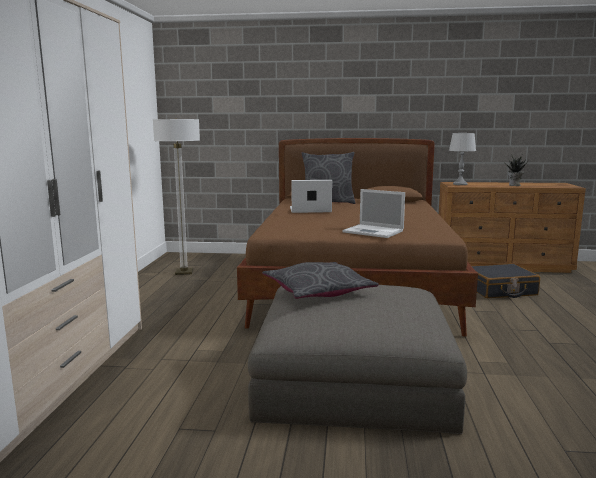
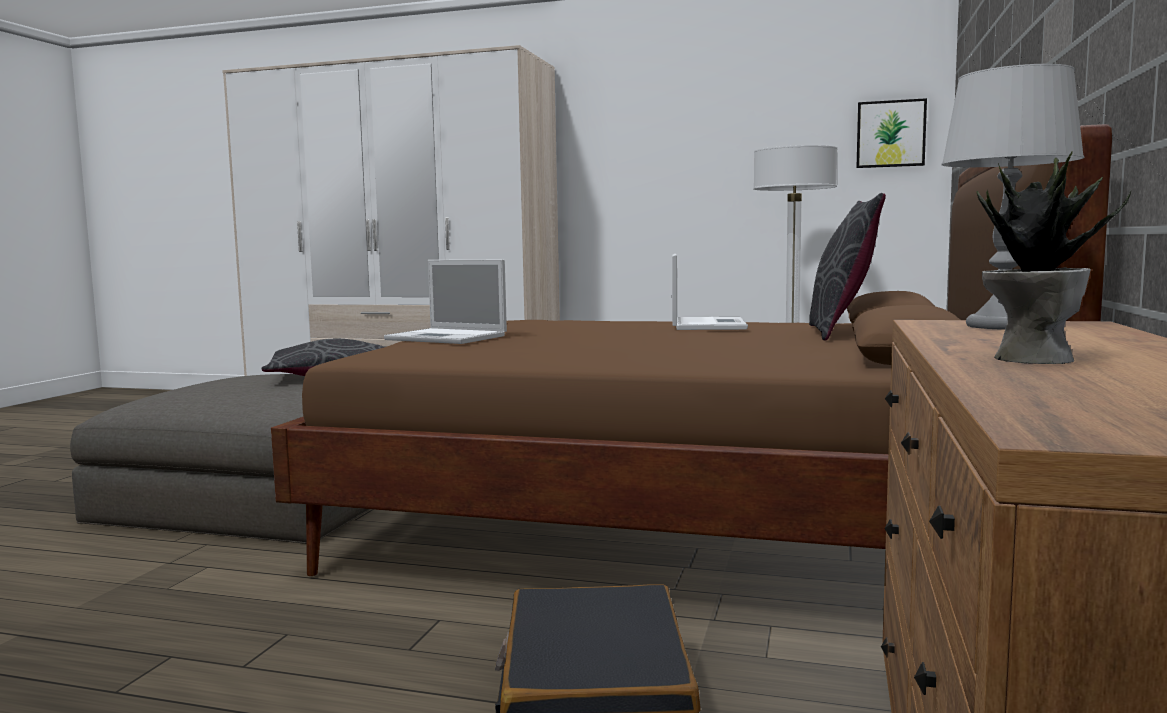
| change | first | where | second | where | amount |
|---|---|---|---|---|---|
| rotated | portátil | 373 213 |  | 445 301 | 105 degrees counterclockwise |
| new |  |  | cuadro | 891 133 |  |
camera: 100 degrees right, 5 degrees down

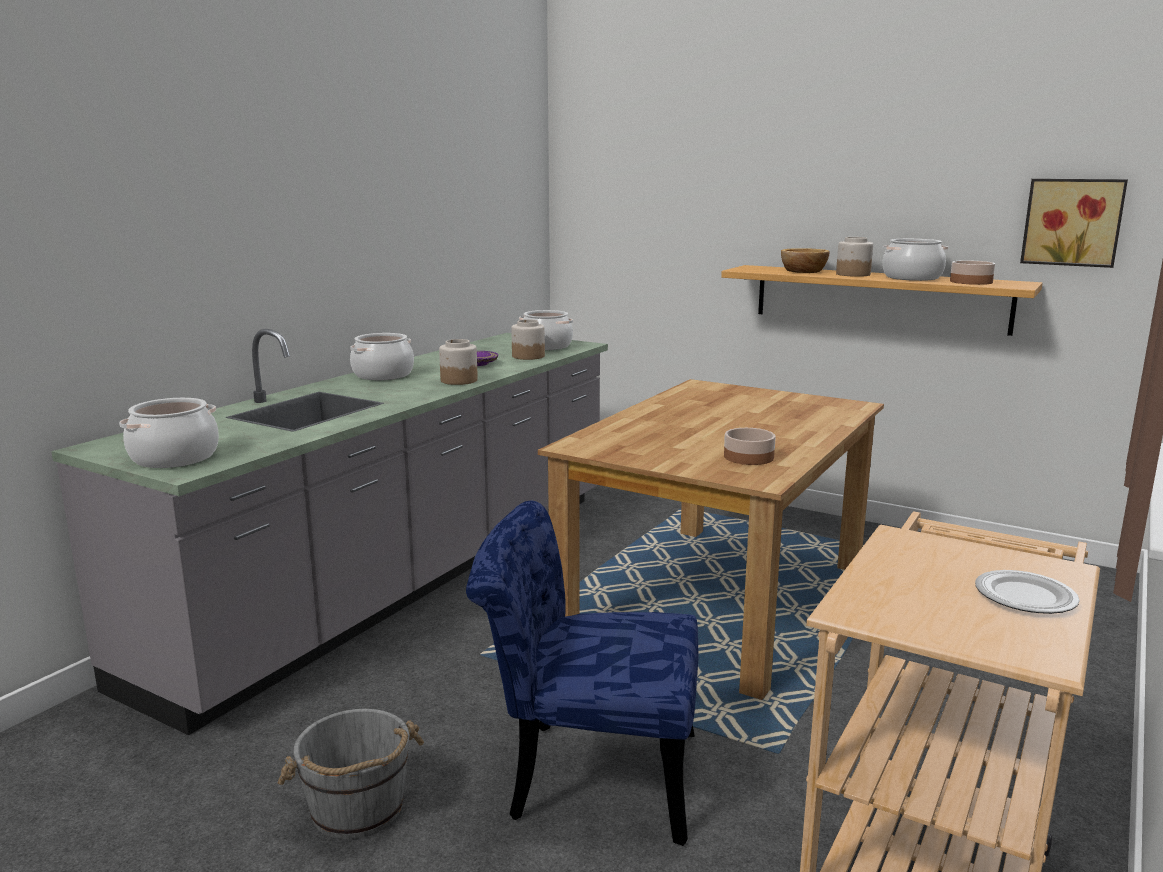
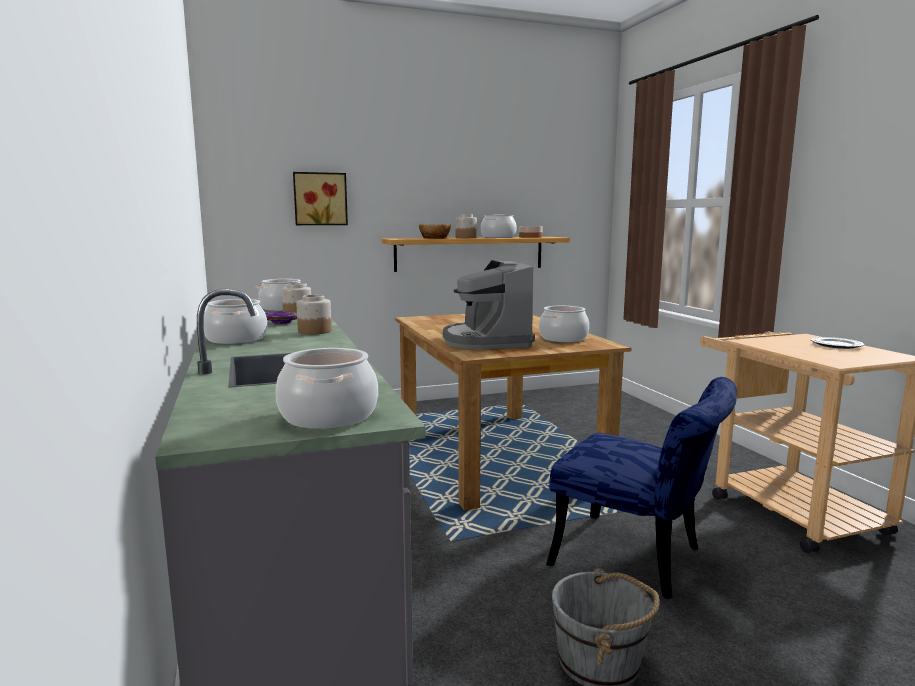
| change | first | where | second | where | amount |
|---|---|---|---|---|---|
| shifted | cuadro | 1074 223 |  | 320 198 |  |
| new |  |  | cafetera | 489 304 |  |
| swapped | cuenco | 750 446 | olla | 564 324 |  |
| rotated | silla [azul] | 582 673 |  | 641 488 | 105 degrees counterclockwise |
camera: 50 degrees left, 5 degrees down

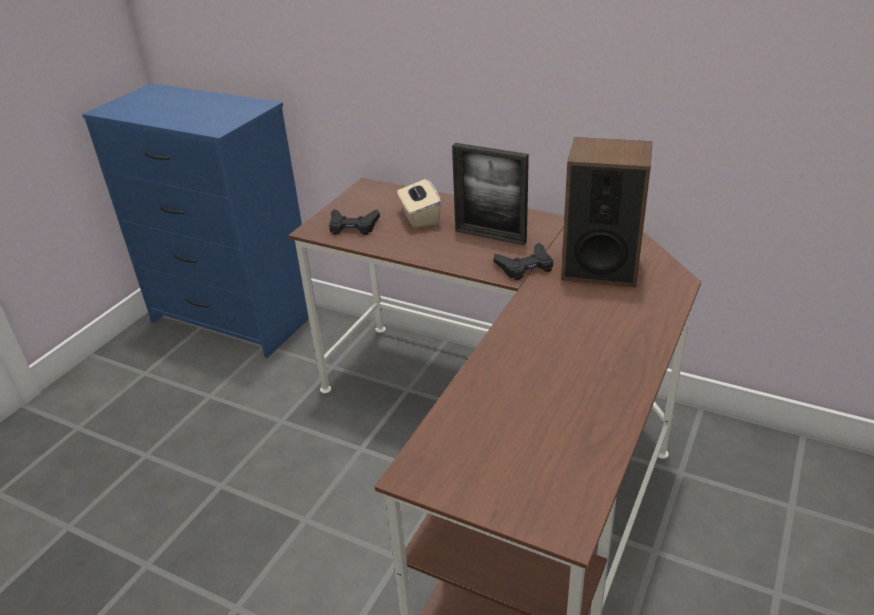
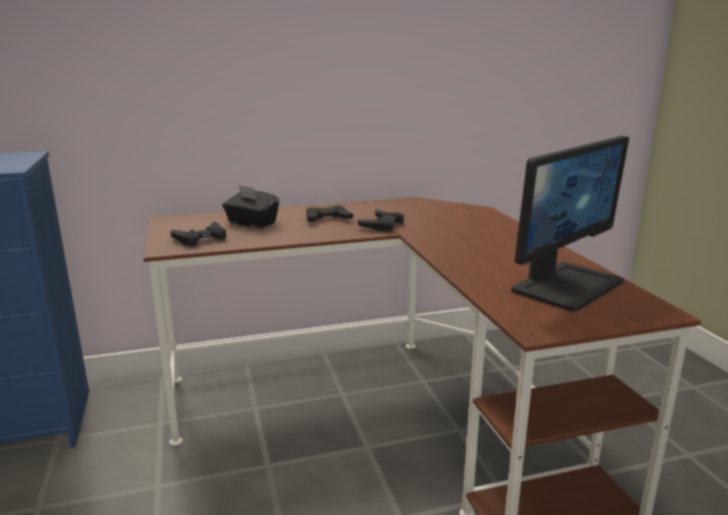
| change | first | where | second | where | amount |
|---|---|---|---|---|---|
| repainted | caja de pañuelos [beis] | 419 203 | caja de pañuelos [negro] | 250 206 |  |
| swapped | portarretratos | 490 194 | mando de consola [negro] | 330 214 |  |
| new |  |  | monitor | 570 224 |  |
| gone | altavoz | 607 212 |  |  |  |
camera: 45 degrees left, 15 degrees down

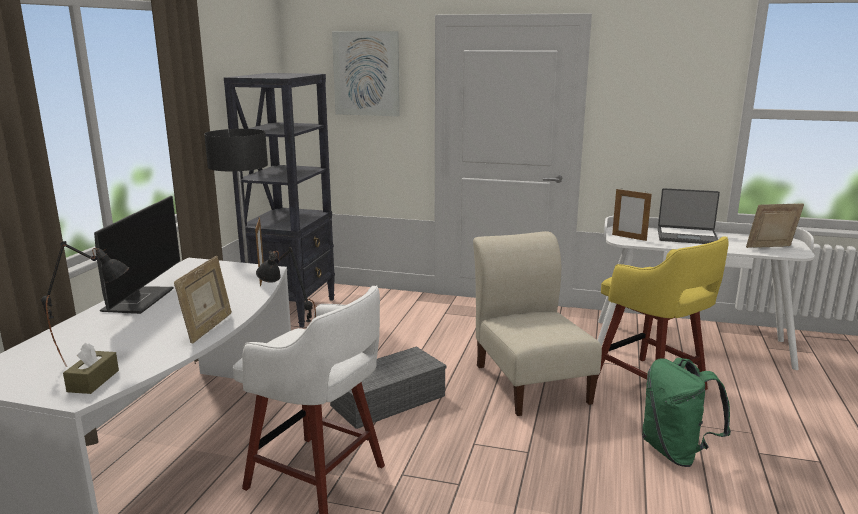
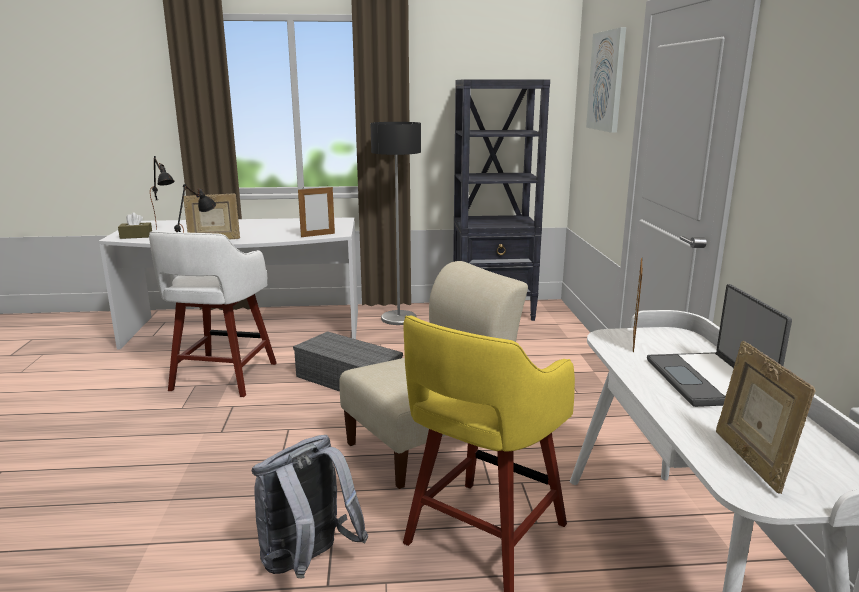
| change | first | where | second | where | amount |
|---|---|---|---|---|---|
| repainted | mochila [verde] | 686 412 | mochila [gris] | 310 506 |  |
| rotated | portarretratos | 775 225 |  | 765 417 | 150 degrees counterclockwise |
| gone | monitor | 137 255 |  |  |  |
camera: 70 degrees right, 0 degrees up

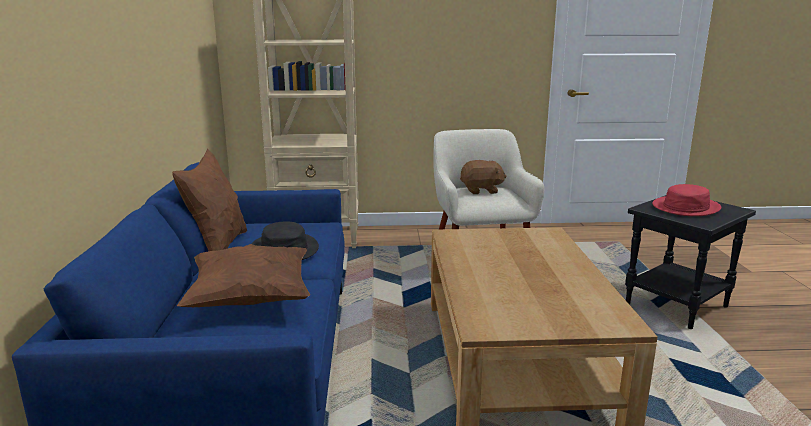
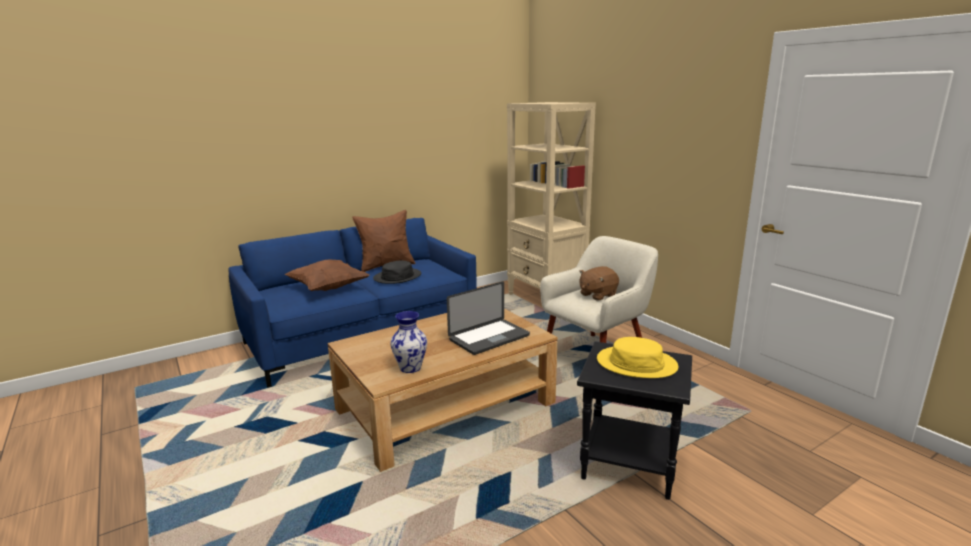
| change | first | where | second | where | amount |
|---|---|---|---|---|---|
| new |  |  | florero | 408 342 |  |
| new |  |  | portátil | 488 318 |  |
| rotated | peluche [marrón] | 483 177 |  | 599 283 | 90 degrees clockwise |
| repainted | sombrero [rojo] | 686 200 | sombrero [amarillo] | 637 357 |  |
camera: 60 degrees right, 0 degrees up

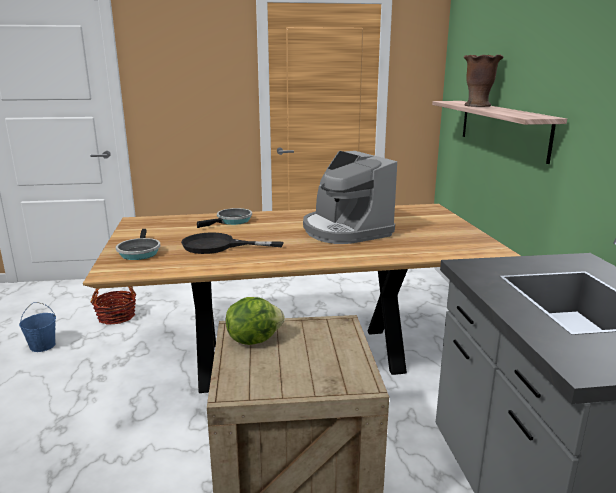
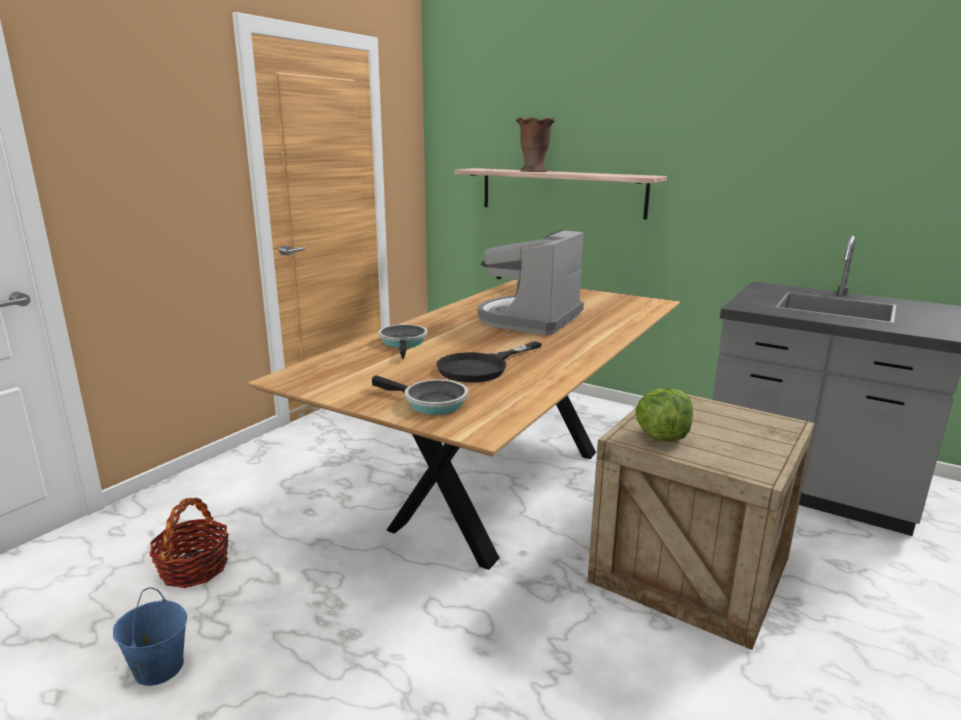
| change | first | where | second | where | amount |
|---|---|---|---|---|---|
| rotated | cafetera | 350 197 |  | 531 282 | 105 degrees clockwise |
camera: 50 degrees left, 0 degrees up

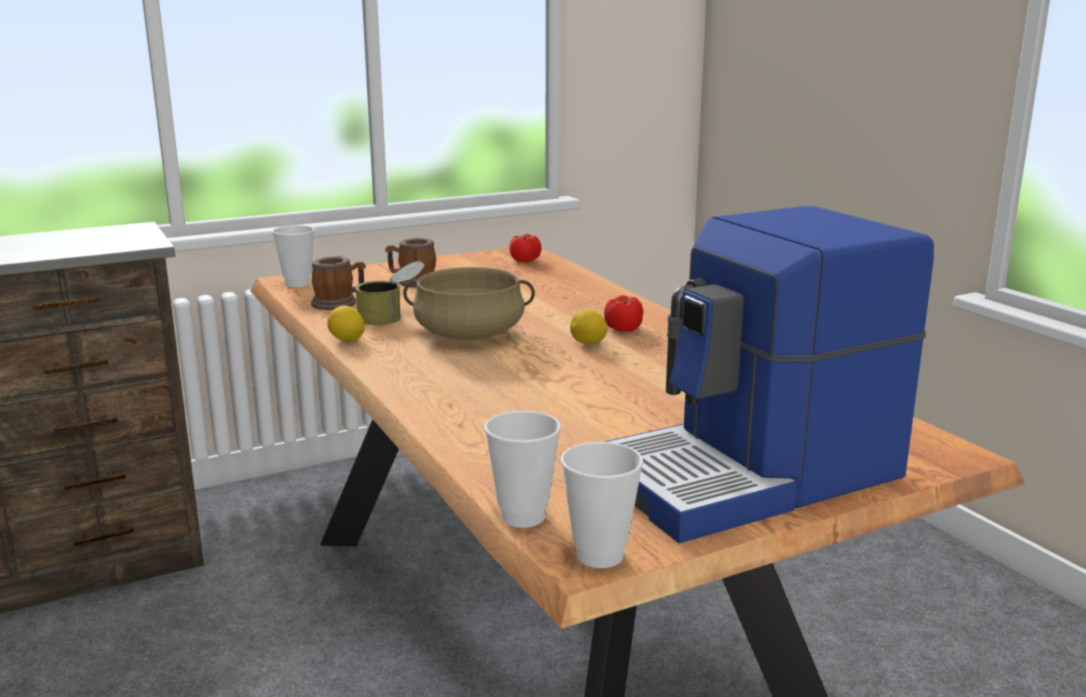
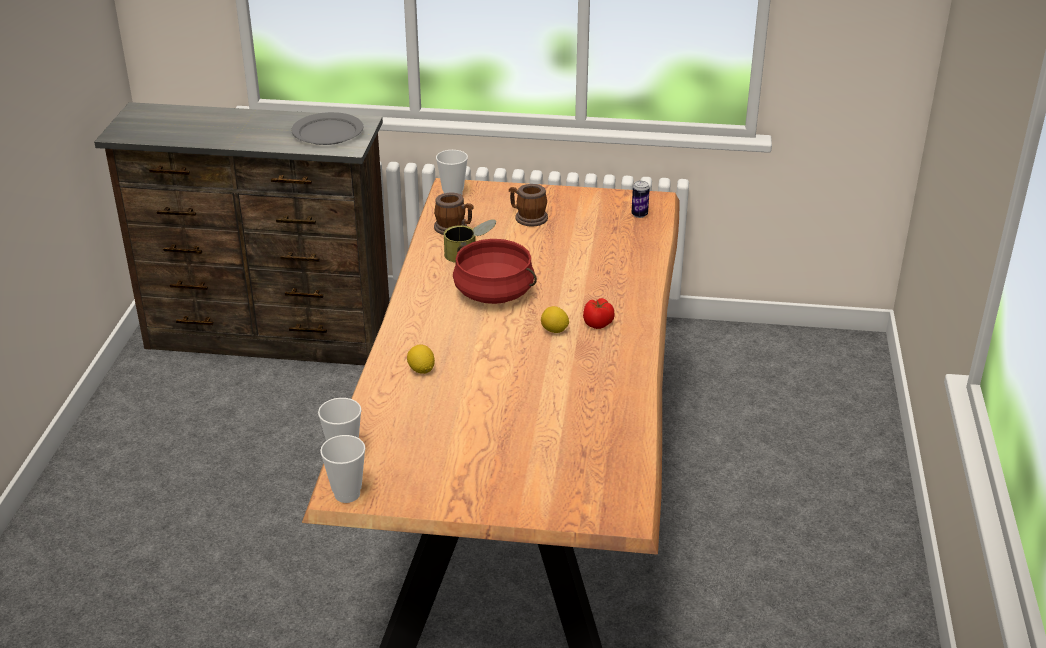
| change | first | where | second | where | amount |
|---|---|---|---|---|---|
| new |  |  | plato [gris] | 327 128 |  |
| shifted | limón | 346 324 |  | 421 359 |  |
| repainted | olla [beis] | 469 303 | olla [rojo] | 495 271 |  |
| swapped | tomate | 525 248 | lata | 641 199 |  |
| gone | cafetera | 769 374 |  |  |  |
camera: 35 degrees right, 15 degrees up

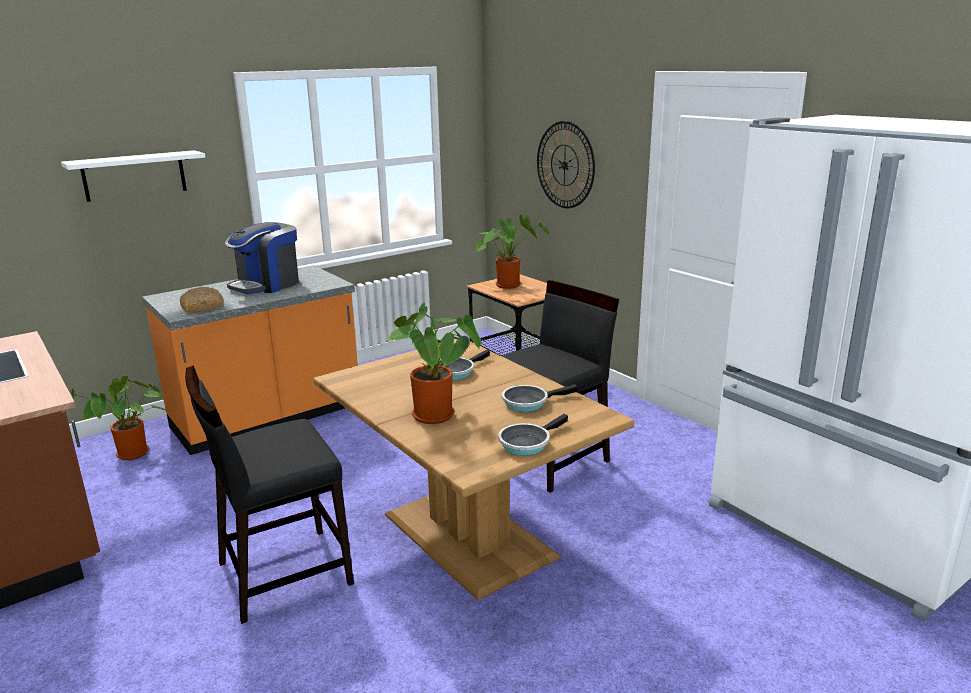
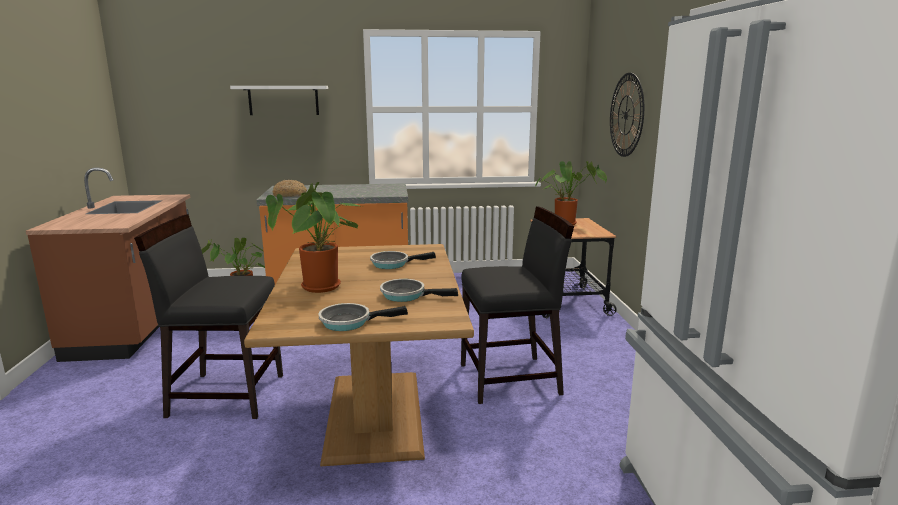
| change | first | where | second | where | amount |
|---|---|---|---|---|---|
| gone | cafetera | 262 258 |  |  |  |
camera: 30 degrees right, 5 degrees down

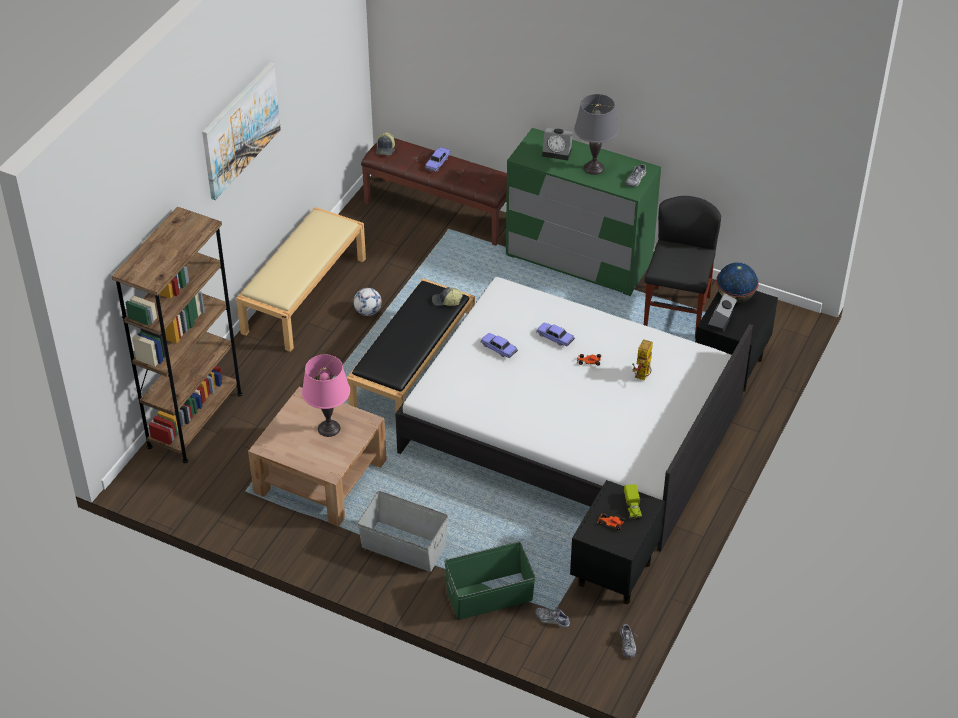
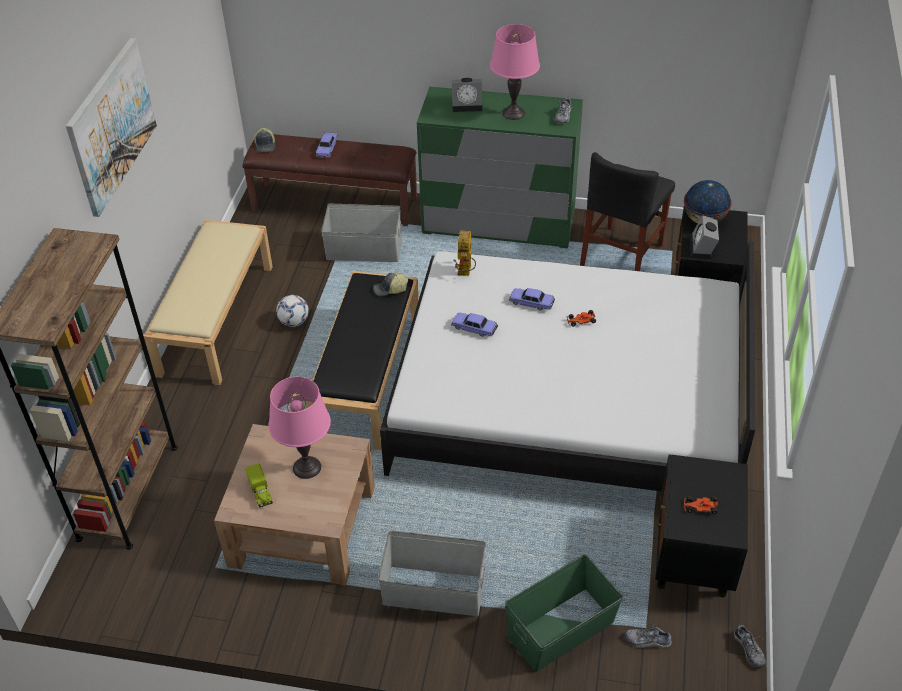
| change | first | where | second | where | amount |
|---|---|---|---|---|---|
| shifted | camión de juguete | 633 501 |  | 258 485 |  |
| new |  |  | caja de almacenaje [gris] | 361 233 |  |
| shifted | robot de juguete | 642 359 |  | 464 253 |  |
| repainted | lámpara de mesa [gris] | 596 134 | lámpara de mesa [rosa] | 515 72 |  |
| rotated | silla [negro] | 682 267 |  | 627 211 | 150 degrees counterclockwise |
camera: 15 degrees left, 0 degrees up

